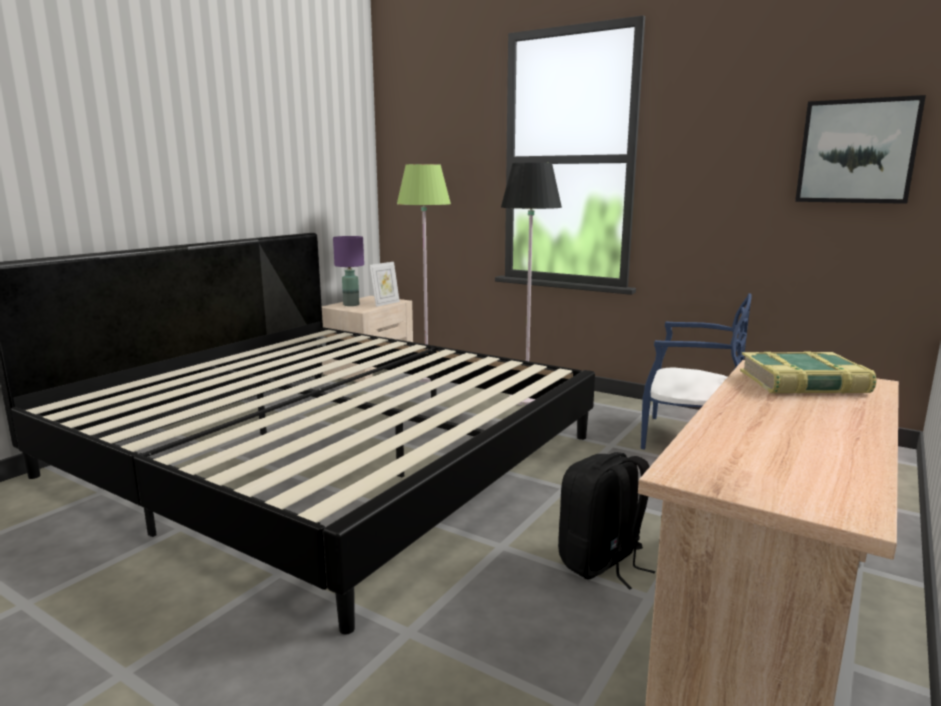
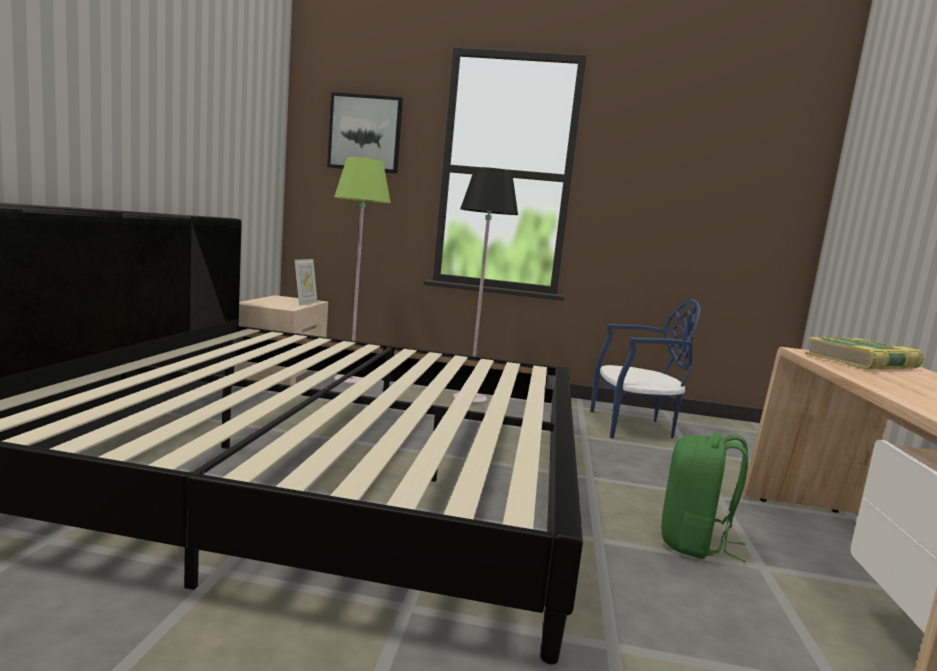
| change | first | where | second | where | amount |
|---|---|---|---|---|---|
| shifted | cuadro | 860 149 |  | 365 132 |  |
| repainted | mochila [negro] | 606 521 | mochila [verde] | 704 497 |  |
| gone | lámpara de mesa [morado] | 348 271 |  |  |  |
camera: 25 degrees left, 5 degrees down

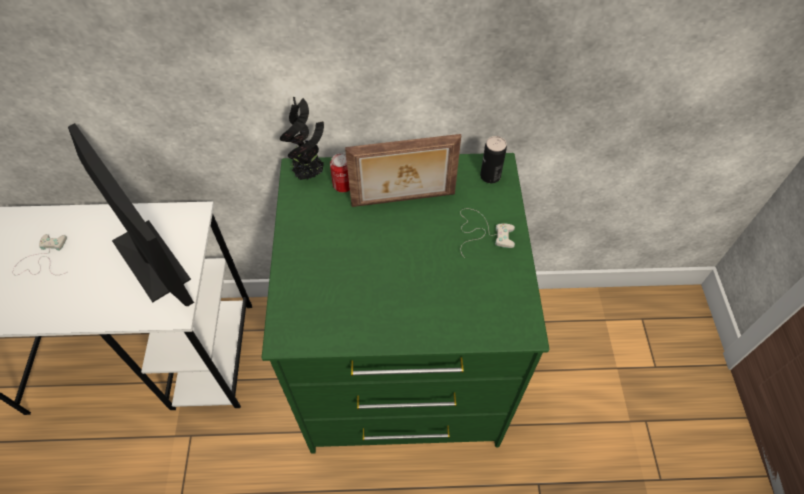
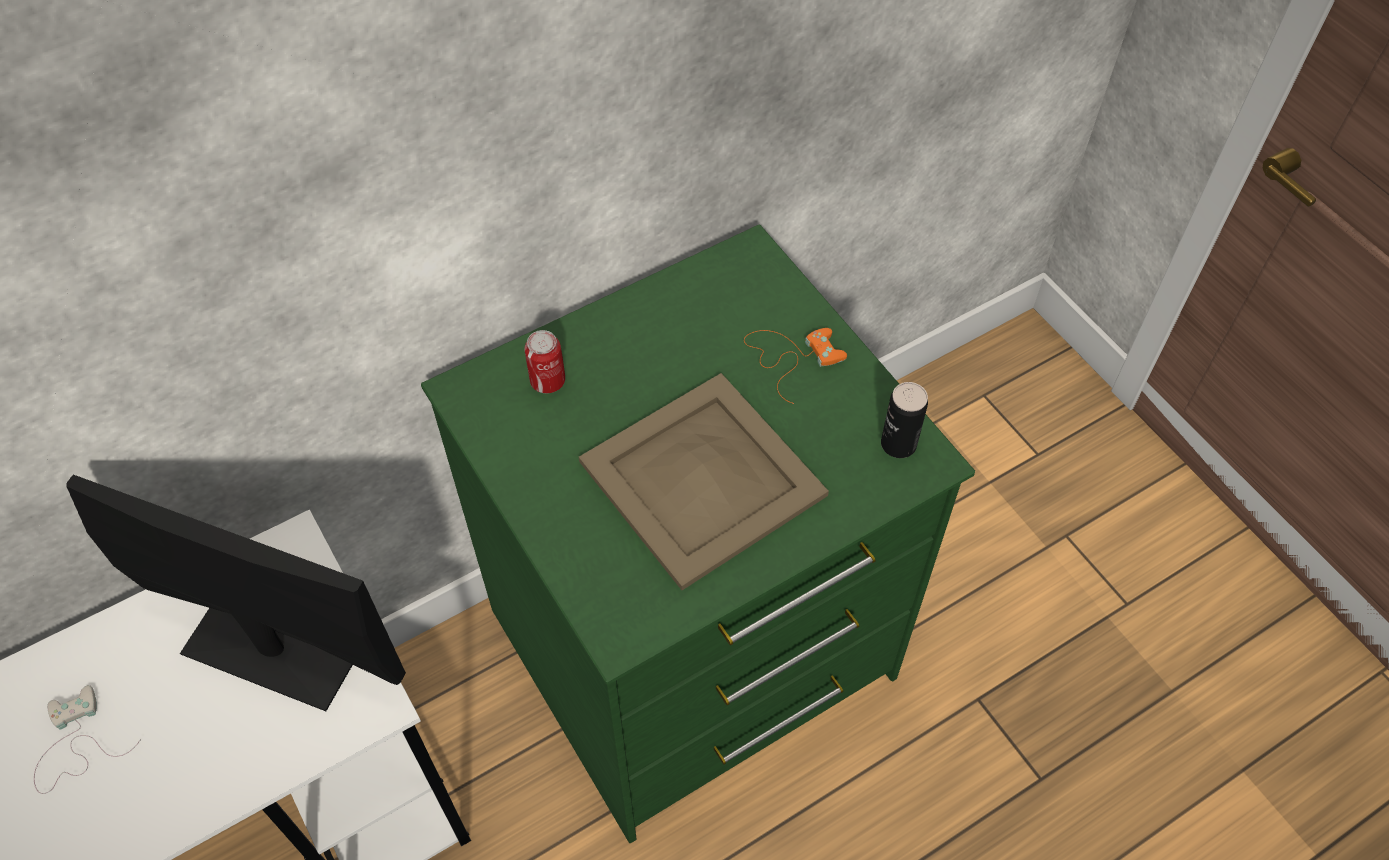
| change | first | where | second | where | amount |
|---|---|---|---|---|---|
| new |  |  | bandeja [beis] | 704 481 |  |
| repainted | mando de consola [blanco] | 487 233 | mando de consola [naranja] | 795 366 |  |
| shifted | lata | 493 159 |  | 904 420 |  |
| gone | planta en maceta | 302 138 |  |  |  |
| gone | portarretratos | 403 170 |  |  |  |
camera: 30 degrees left, 0 degrees up

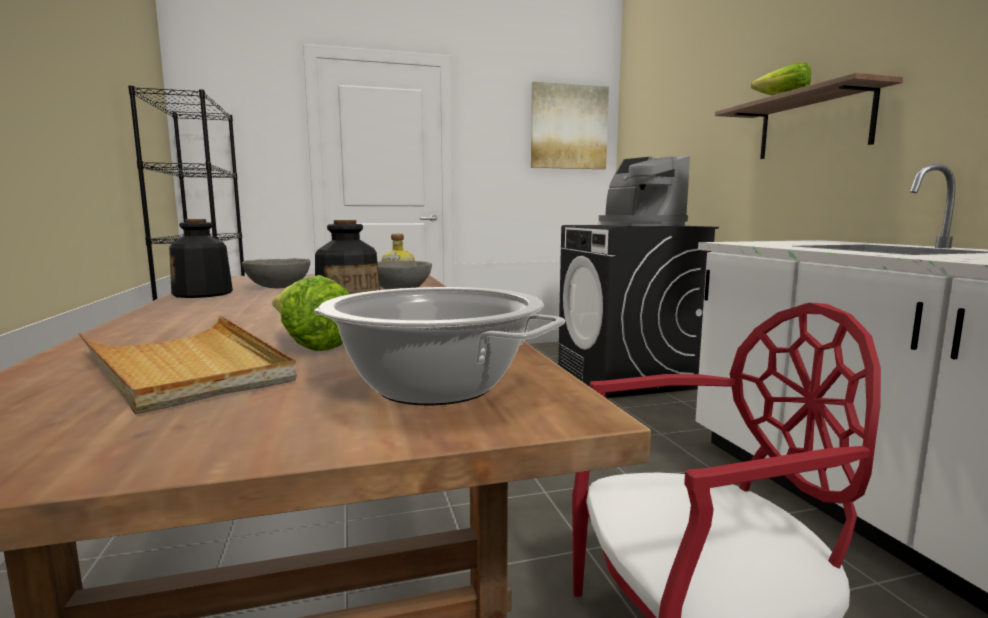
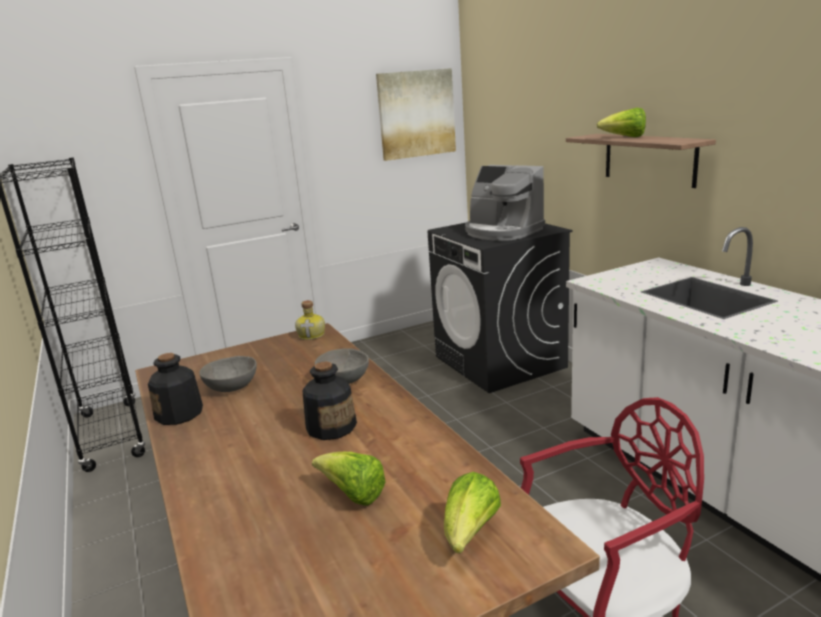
| change | first | where | second | where | amount |
|---|---|---|---|---|---|
| swapped | olla | 439 346 | lechuga | 472 512 |  |
| gone | bandeja [beis] | 187 365 |  |  |  |
camera: 10 degrees left, 10 degrees up

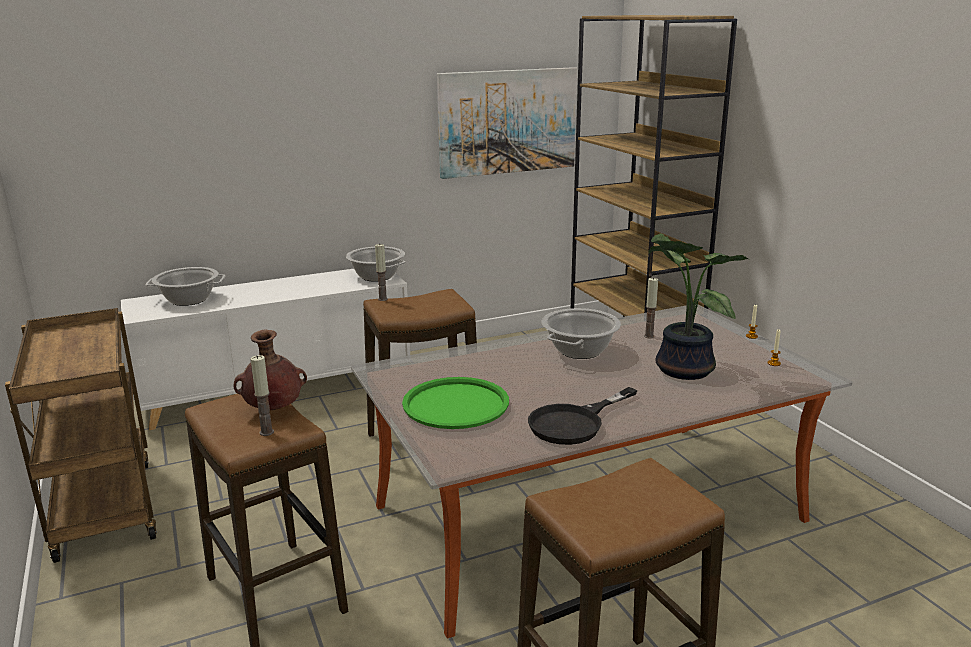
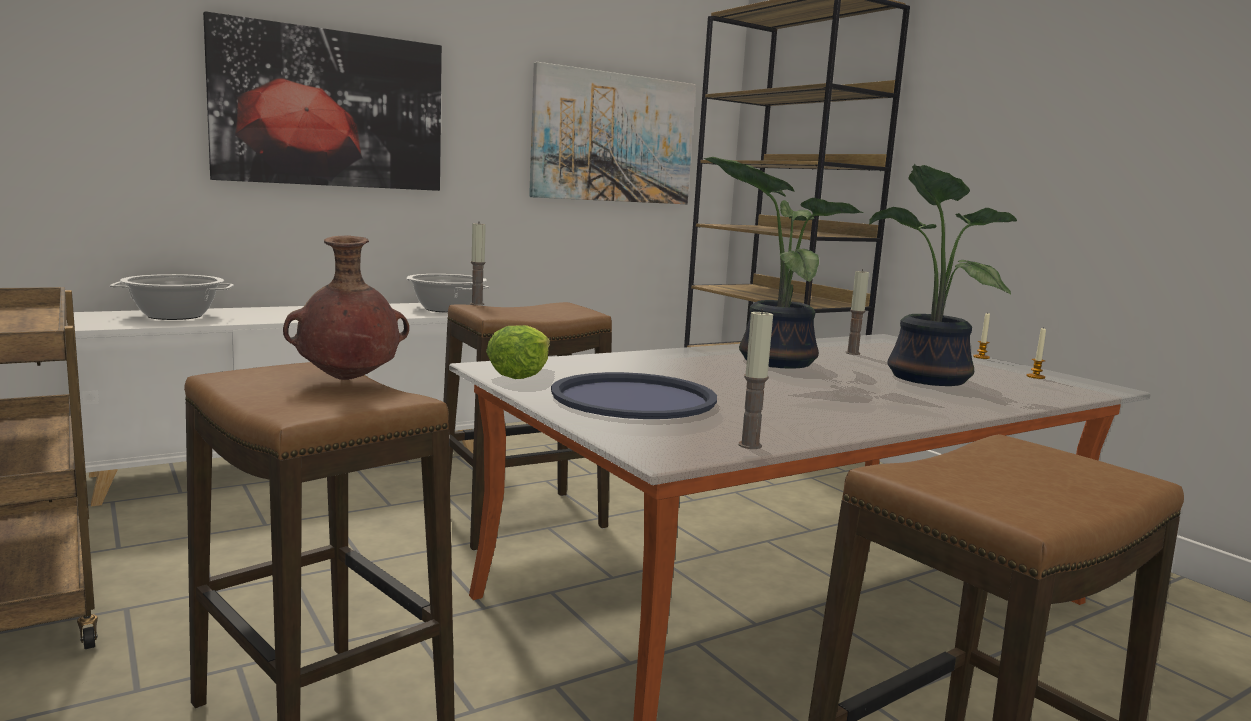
| change | first | where | second | where | amount |
|---|---|---|---|---|---|
| new |  |  | cuadro | 322 101 |  |
| new |  |  | lechuga | 518 352 |  |
| repainted | bandeja [verde] | 455 403 | bandeja [azul] | 634 395 |  |
| swapped | olla | 581 333 | planta en maceta | 783 263 |  |
| shifted | vela | 262 395 |  | 756 379 |  |
| gone | sartén [negro] | 582 416 |  |  |  |
camera: 10 degrees left, 10 degrees down

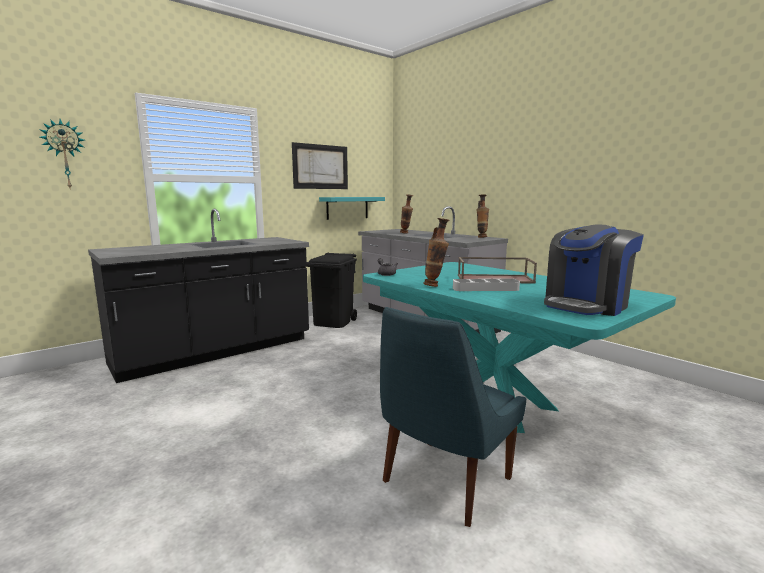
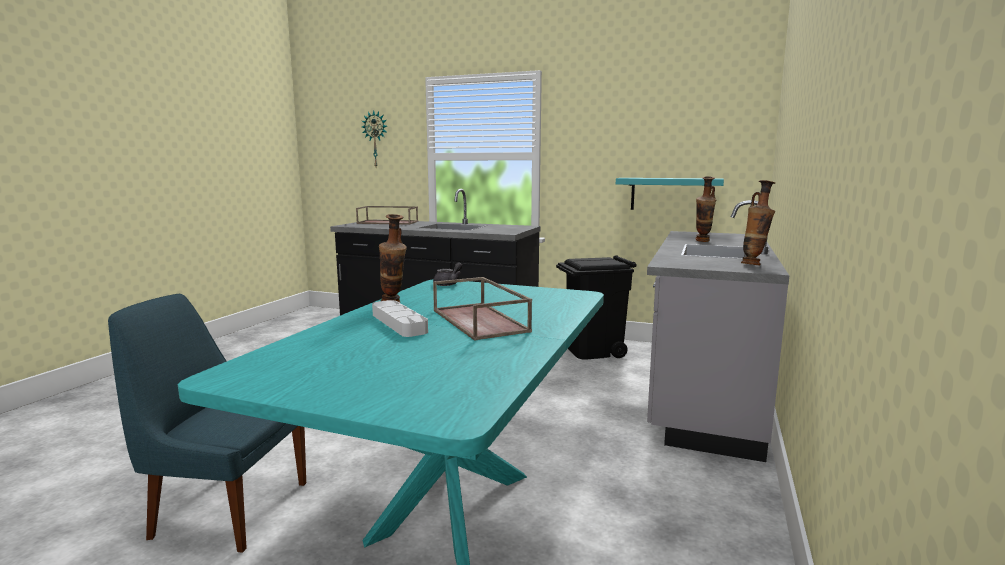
| change | first | where | second | where | amount |
|---|---|---|---|---|---|
| new |  |  | bandeja [marrón] | 387 215 |  |
| gone | cuadro | 320 165 |  |  |  |
| gone | cafetera | 594 270 |  |  |  |
camera: 60 degrees right, 0 degrees up

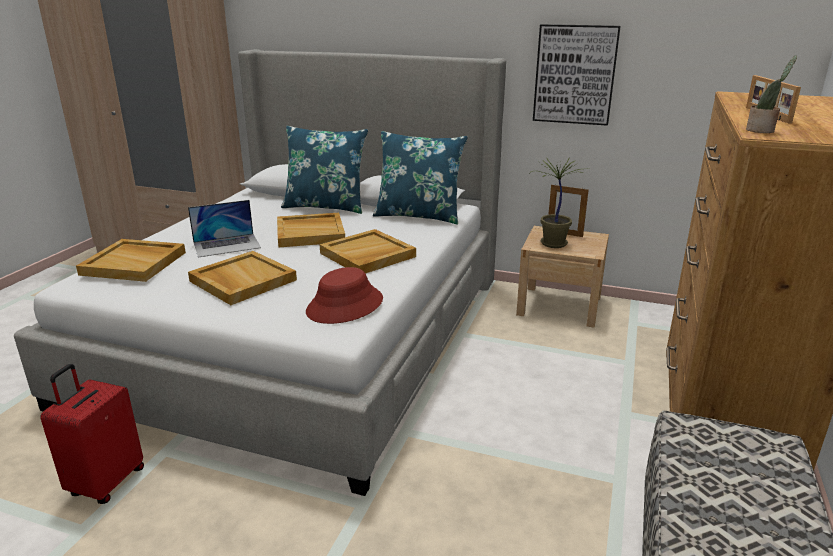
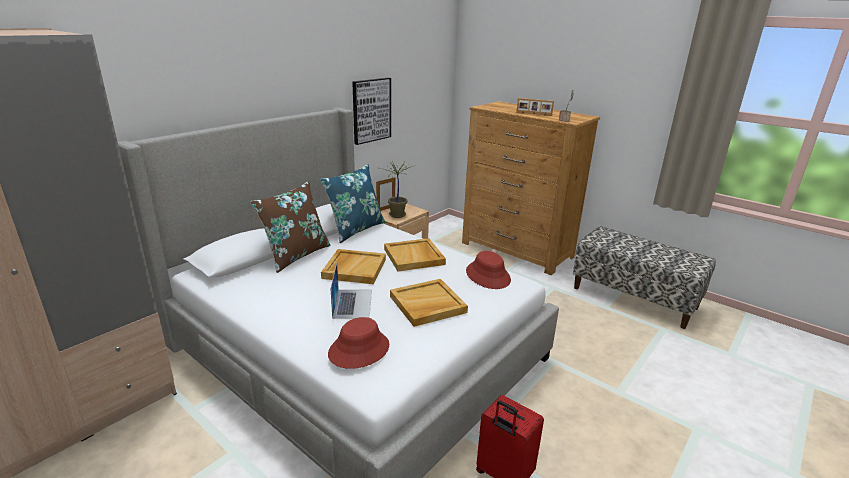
| change | first | where | second | where | amount |
|---|---|---|---|---|---|
| repainted | cojín [azul] | 324 170 | cojín [marrón] | 291 227 |  |
| swapped | bandeja [beis] | 131 260 | sombrero [rojo] | 358 343 |  |
camera: 70 degrees left, 0 degrees up

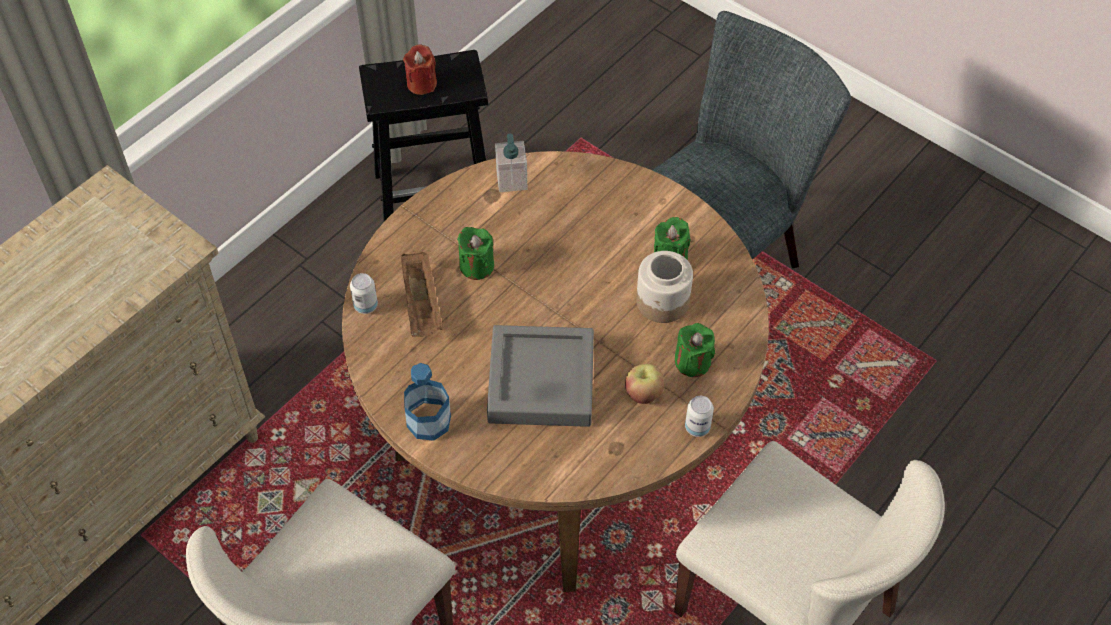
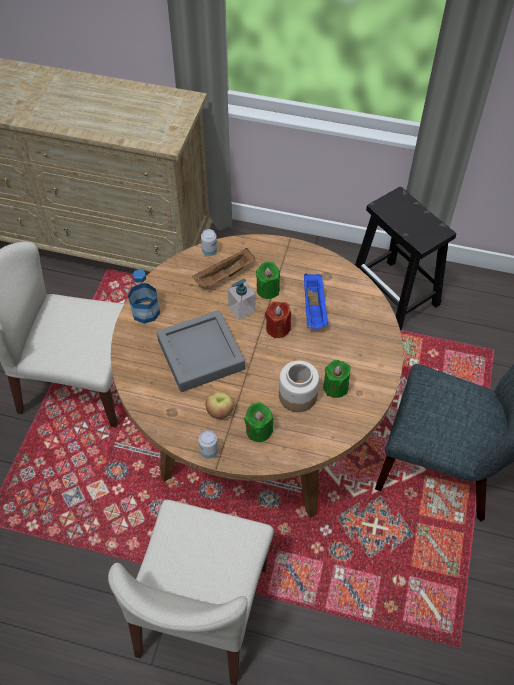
| change | first | where | second | where | amount |
|---|---|---|---|---|---|
| shifted | dispensador de jabón | 511 163 |  | 242 299 |  |
| shifted | vela [rojo] | 420 70 |  | 278 320 |  |
| new |  |  | bandeja [azul] | 316 301 |  |
camera: 65 degrees right, 0 degrees up

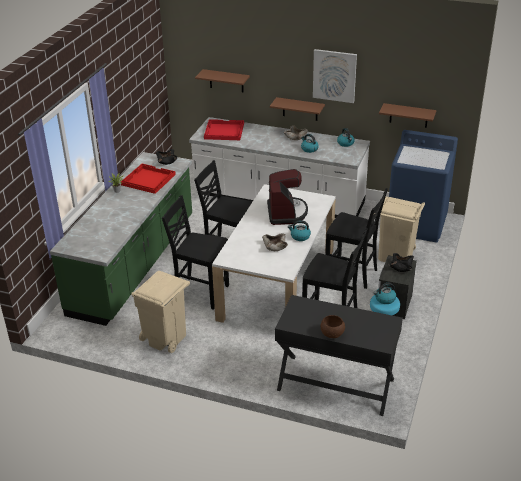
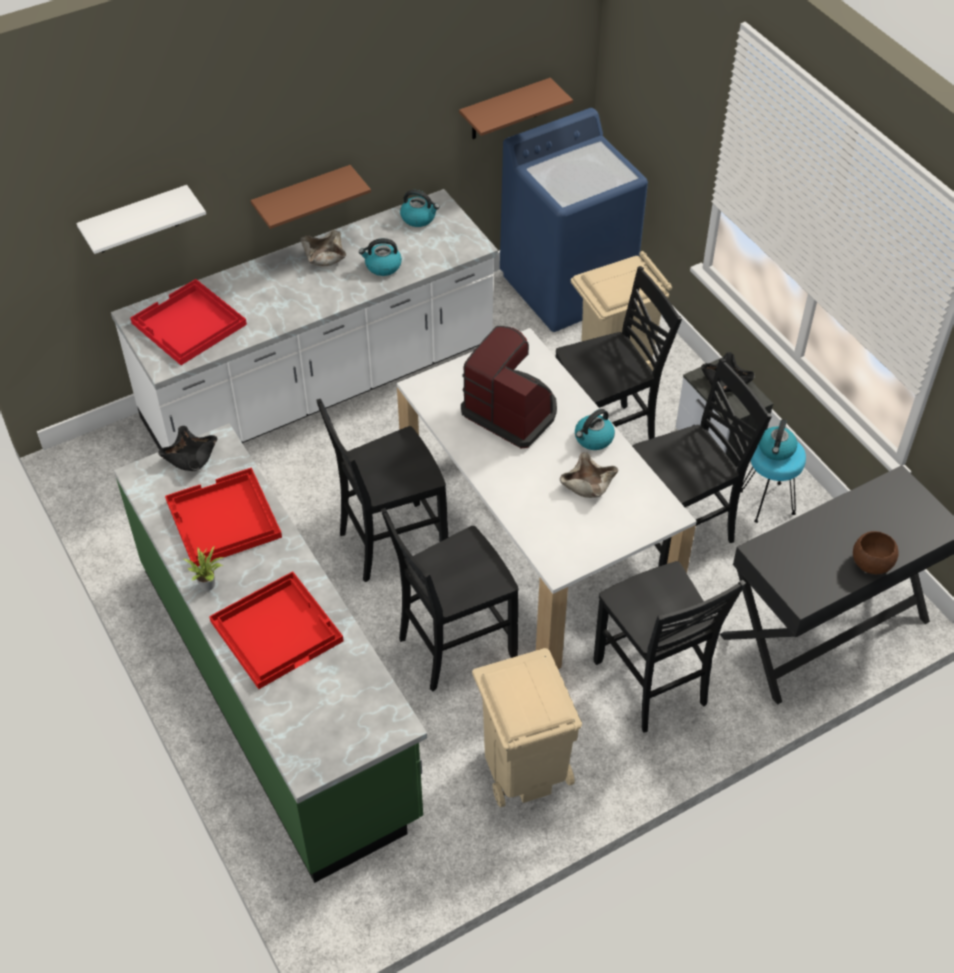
| change | first | where | second | where | amount |
|---|---|---|---|---|---|
| repainted | estante [marrón] | 222 80 | estante [blanco] | 141 219 |  |
| new |  |  | bandeja [rojo] | 276 630 |  |
| new |  |  | silla [negro] | 670 647 |  |
| gone | cuadro | 335 76 |  |  |  |
camera: 50 degrees left, 15 degrees up

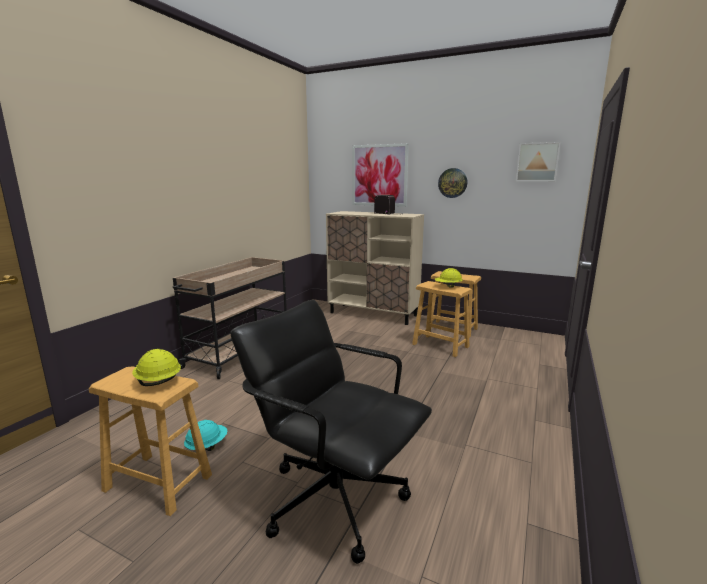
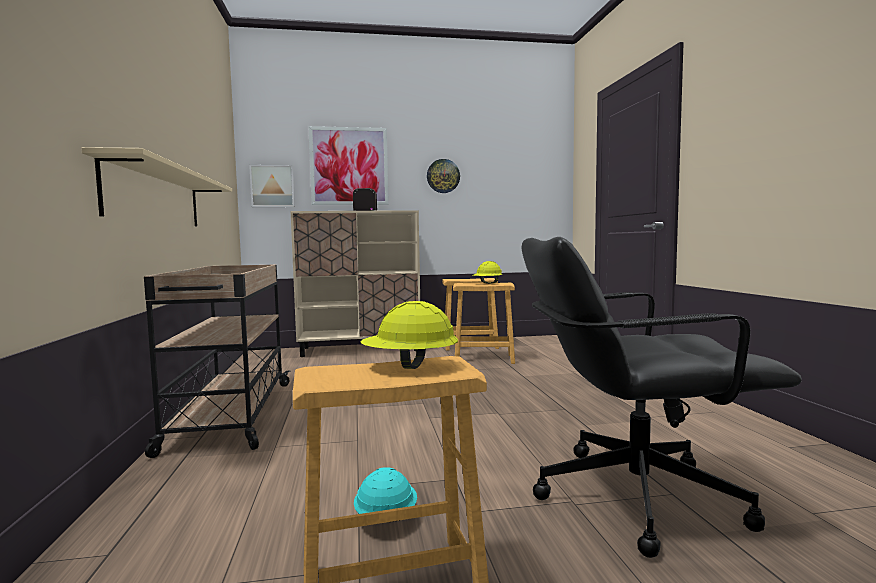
| change | first | where | second | where | amount |
|---|---|---|---|---|---|
| new |  |  | estante [beis] | 156 186 |  |
| shifted | cuadro | 538 161 |  | 272 186 |  |
camera: 35 degrees left, 10 degrees down

